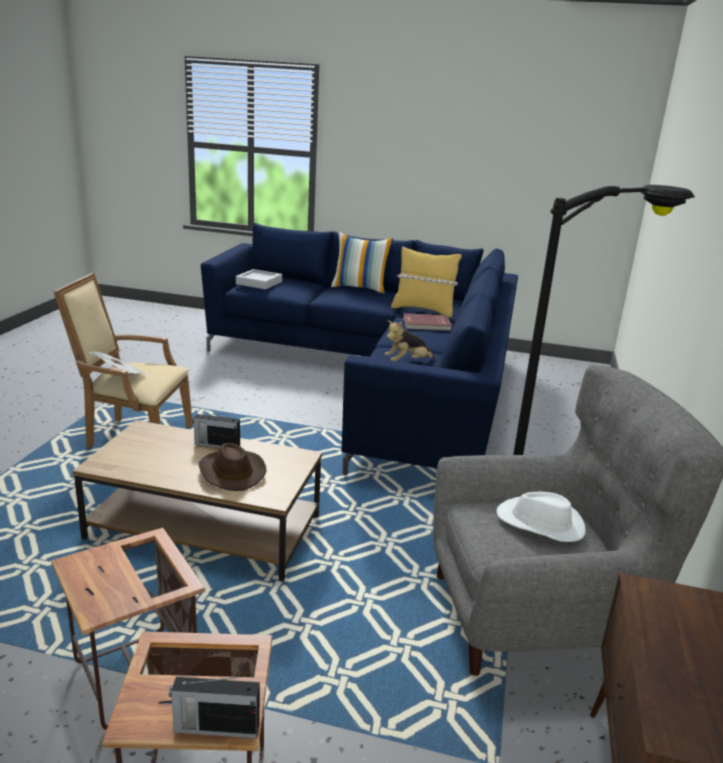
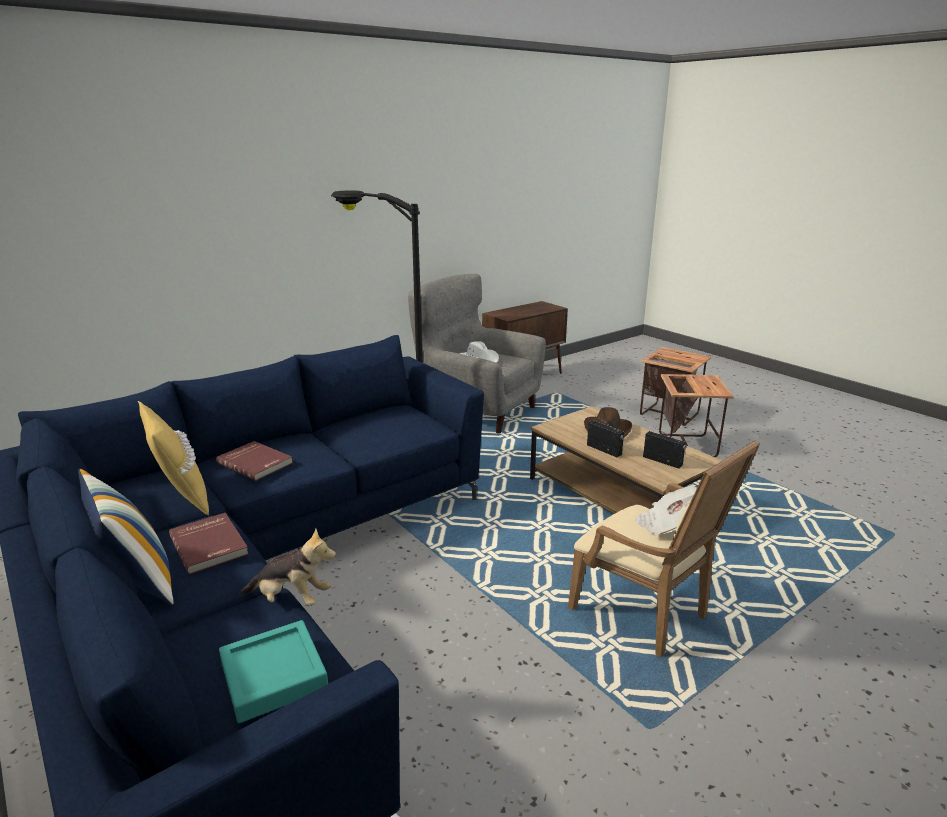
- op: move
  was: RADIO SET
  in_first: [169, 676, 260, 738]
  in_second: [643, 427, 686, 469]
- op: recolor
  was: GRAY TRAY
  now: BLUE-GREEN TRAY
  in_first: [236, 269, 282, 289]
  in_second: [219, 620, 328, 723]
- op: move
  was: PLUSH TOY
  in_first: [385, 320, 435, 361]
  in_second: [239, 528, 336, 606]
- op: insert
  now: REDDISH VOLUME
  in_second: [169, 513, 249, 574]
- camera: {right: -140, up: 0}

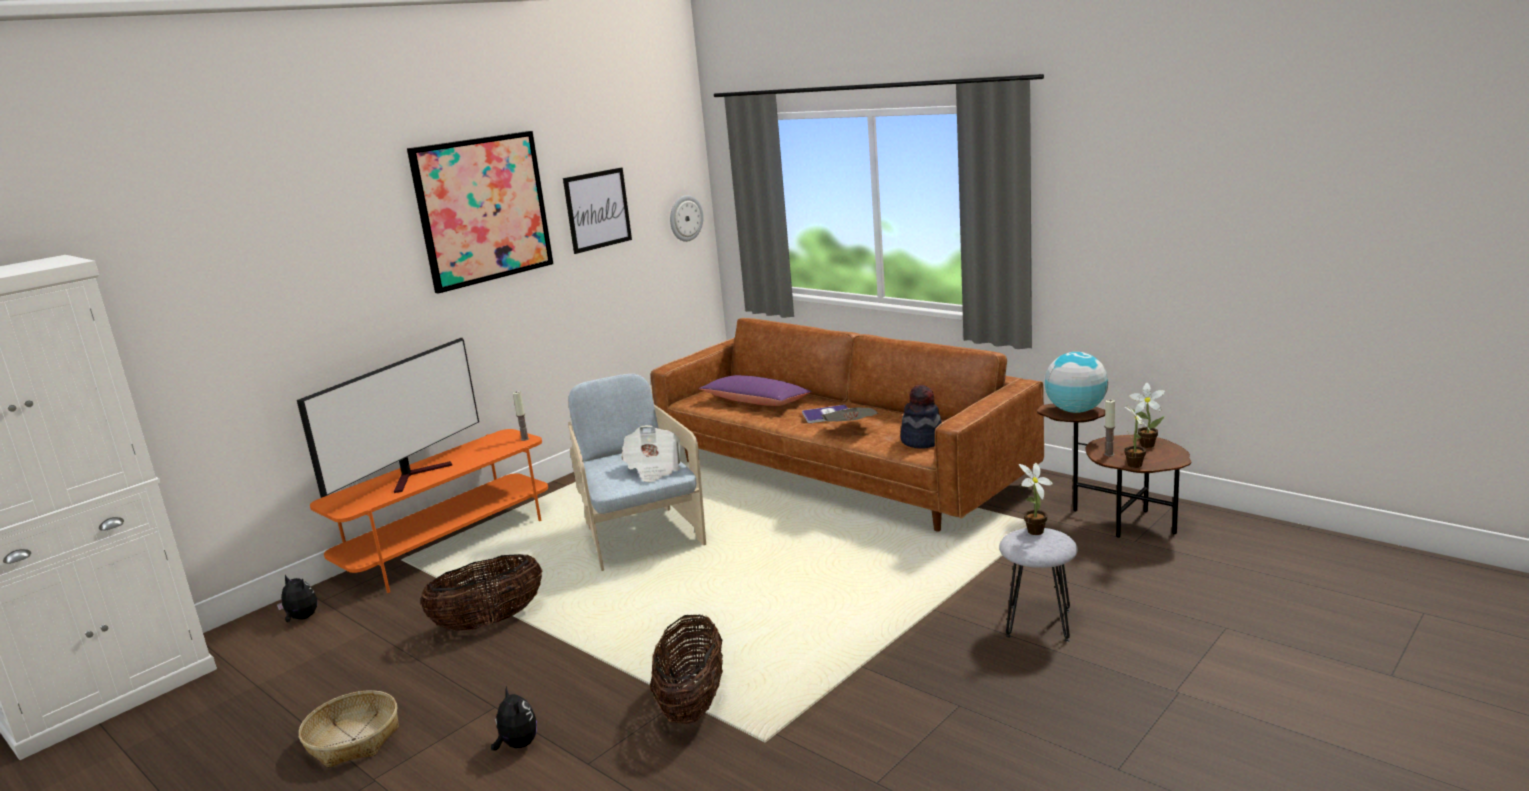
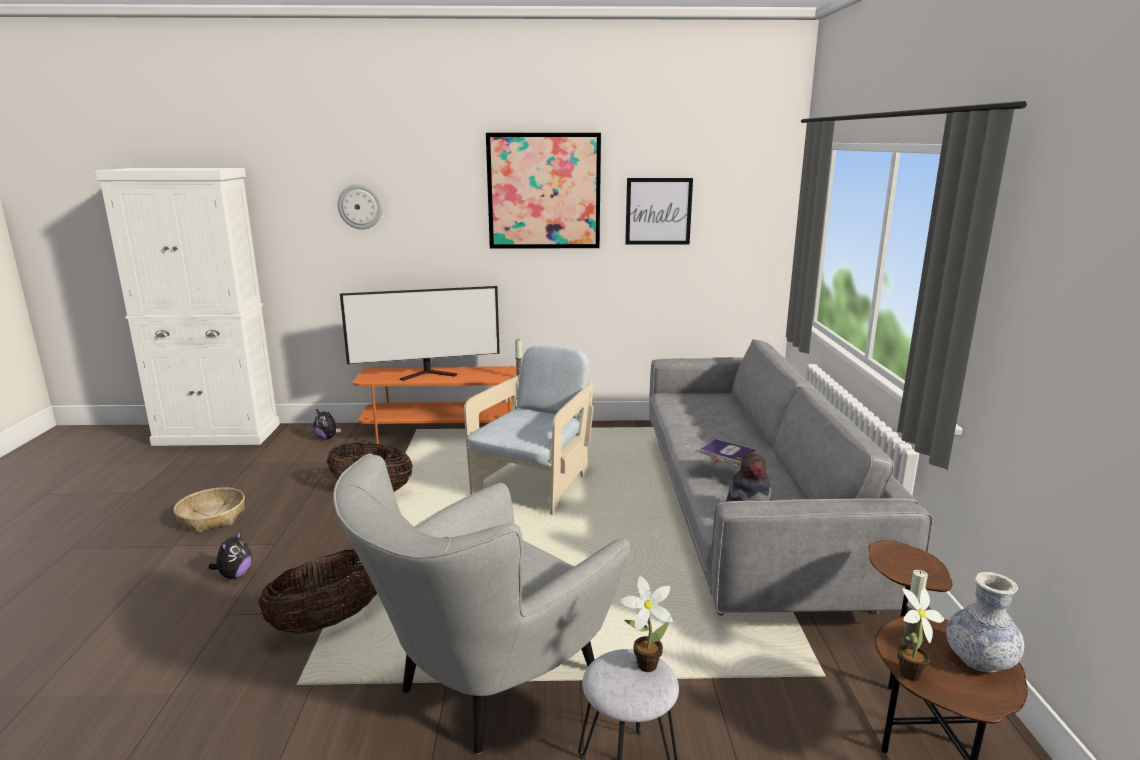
- op: rotate
  was: PLUSH TOY
  in_first: [277, 575, 317, 622]
  in_second: [313, 409, 341, 440]
  clockwise: 135
- op: delete
  was: PRINTED PAPER
  in_first: [621, 425, 681, 482]
- op: recolor
  was: BROWN SOFA
  now: GRAY SOFA
  in_first: [651, 318, 1044, 531]
  in_second: [649, 339, 933, 616]
- op: move
  was: CLOCK ON THE WALL
  in_first: [670, 195, 704, 242]
  in_second: [338, 184, 382, 229]
- op: delete
  was: PURPLE-COLOURED PILLOW
  in_first: [699, 375, 812, 406]
- op: delete
  was: GLOBE
  in_first: [1045, 352, 1108, 413]
- op: replace
  was: POTTED PLANT
  now: DECORATIVE VASE
  in_first: [1129, 383, 1166, 448]
  in_second: [946, 572, 1024, 673]
- op: insert
  now: GRAY EASY CHAIR
  in_second: [333, 454, 631, 754]
- camera: {right: 45, up: 0}

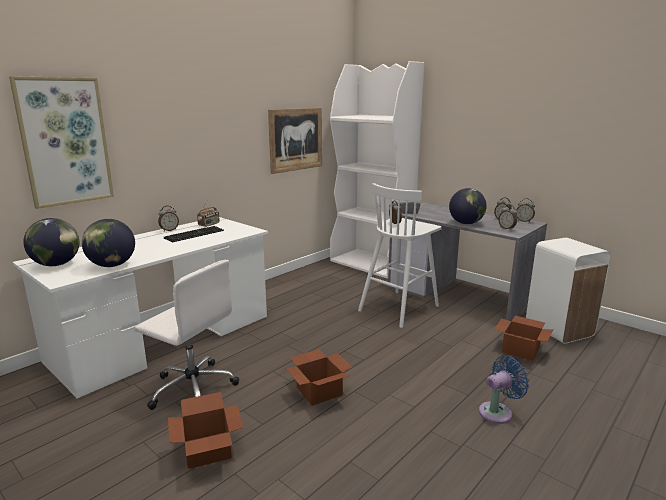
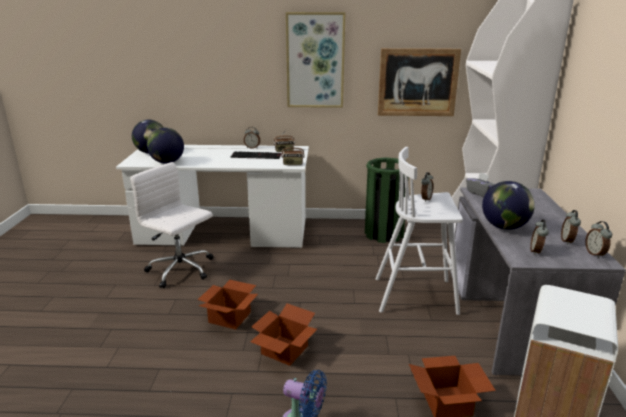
- op: move
  was: WALL PICTURE
  in_first: [9, 76, 114, 209]
  in_second: [286, 12, 346, 108]
- op: rotate
  was: WHITE-COLOURED OFFICE CHAIR
  in_first: [135, 260, 239, 410]
  in_second: [130, 162, 213, 288]
  clockwise: 135
- op: move
  was: CARDBOARD BOX
  in_first: [168, 392, 244, 469]
  in_second: [250, 303, 317, 366]
- op: insert
  now: RADIO SET
  in_second: [281, 140, 304, 165]
- op: insert
  now: GREEN RUBBISH BIN
  in_second: [365, 158, 405, 243]
- camera: {right: 50, up: 5}

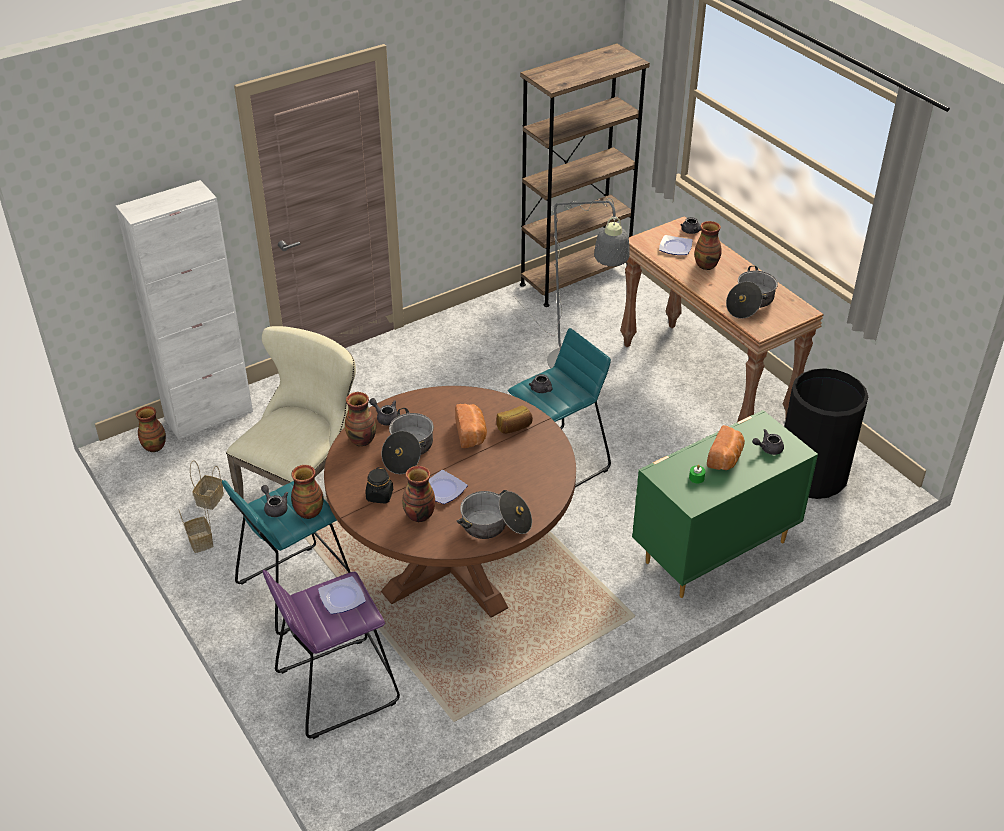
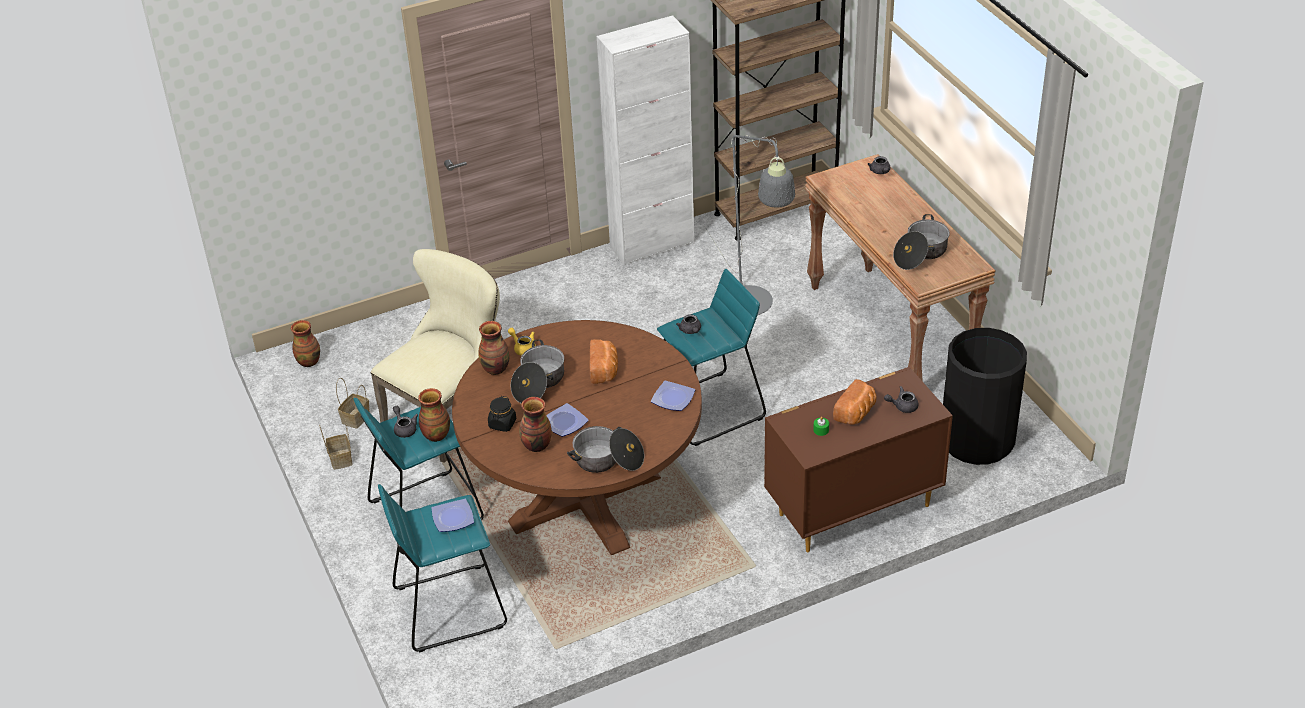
- op: move
  was: WHITE-COLOURED STORAGE CABINET
  in_first: [116, 180, 253, 440]
  in_second: [597, 15, 694, 266]
- op: recolor
  was: PURPLE-COLOURED SITTING STOOL
  now: BLUE-GREEN SITTING STOOL
  in_first: [263, 570, 400, 739]
  in_second: [378, 484, 507, 653]
- op: recolor
  was: GRAY POT FOR TEA
  now: YELLOW-COLOURED POT FOR TEA
  in_first: [369, 398, 398, 426]
  in_second: [508, 328, 536, 356]
- op: delete
  was: BAKERY BREAD
  in_first: [497, 406, 533, 434]
- op: recolor
  was: GREEN DRAWER CHEST
  now: BROWN DRAWER CHEST
  in_first: [632, 410, 818, 598]
  in_second: [764, 367, 953, 552]
- op: move
  was: FLAT DISH
  in_first: [659, 235, 692, 255]
  in_second: [651, 381, 695, 411]
- op: delete
  was: DECORATIVE VASE
  in_first: [694, 221, 722, 270]
- camera: {right: 10, up: 0}

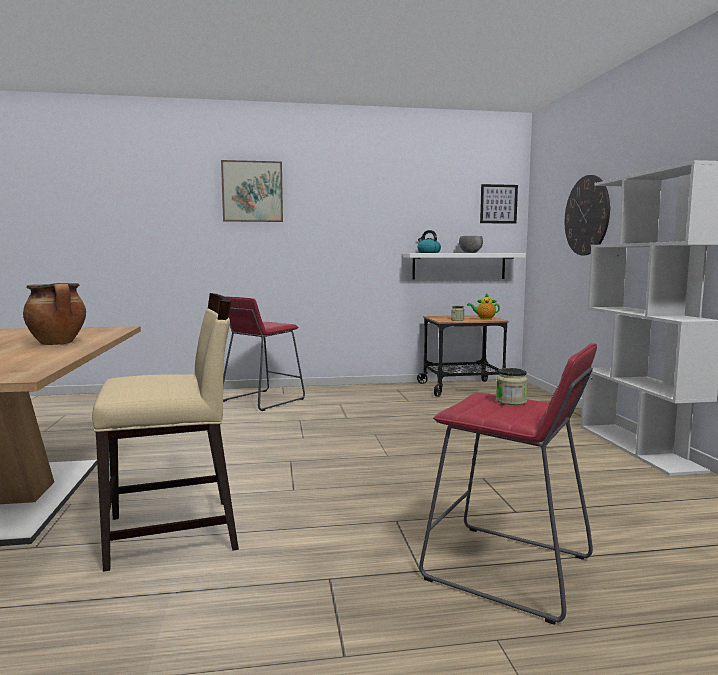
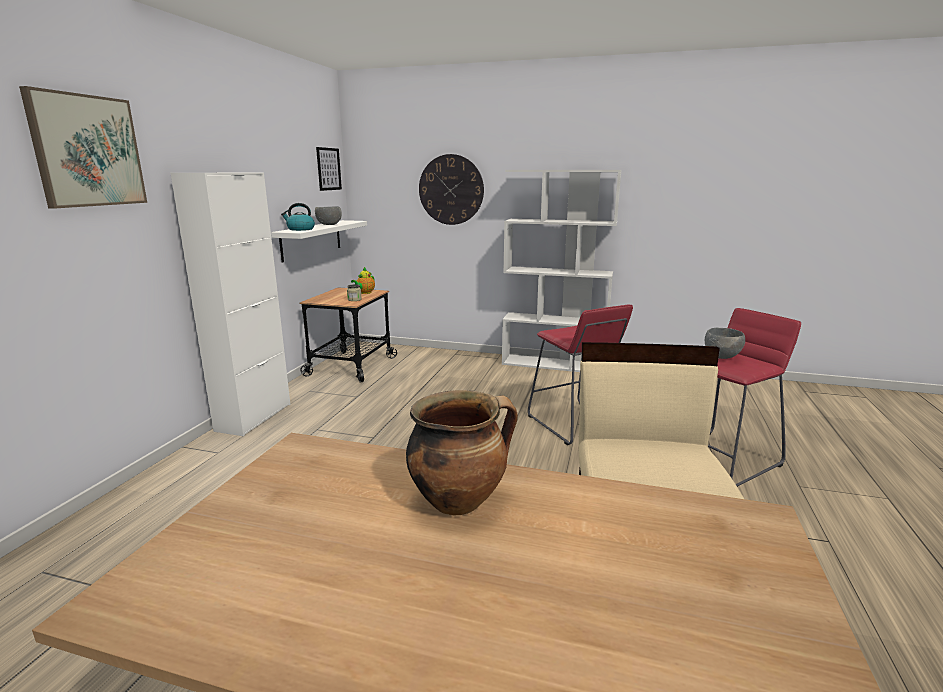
- op: move
  was: REDDISH SITTING STOOL
  in_first: [223, 297, 305, 411]
  in_second: [528, 304, 633, 445]
- op: replace
  was: PRESERVE JAR
  now: GRAY BOWL
  in_first: [496, 368, 528, 405]
  in_second: [705, 328, 745, 359]
- op: insert
  now: WHITE-COLOURED STORAGE CABINET
  in_second: [171, 173, 290, 436]
- camera: {right: -65, up: 10}

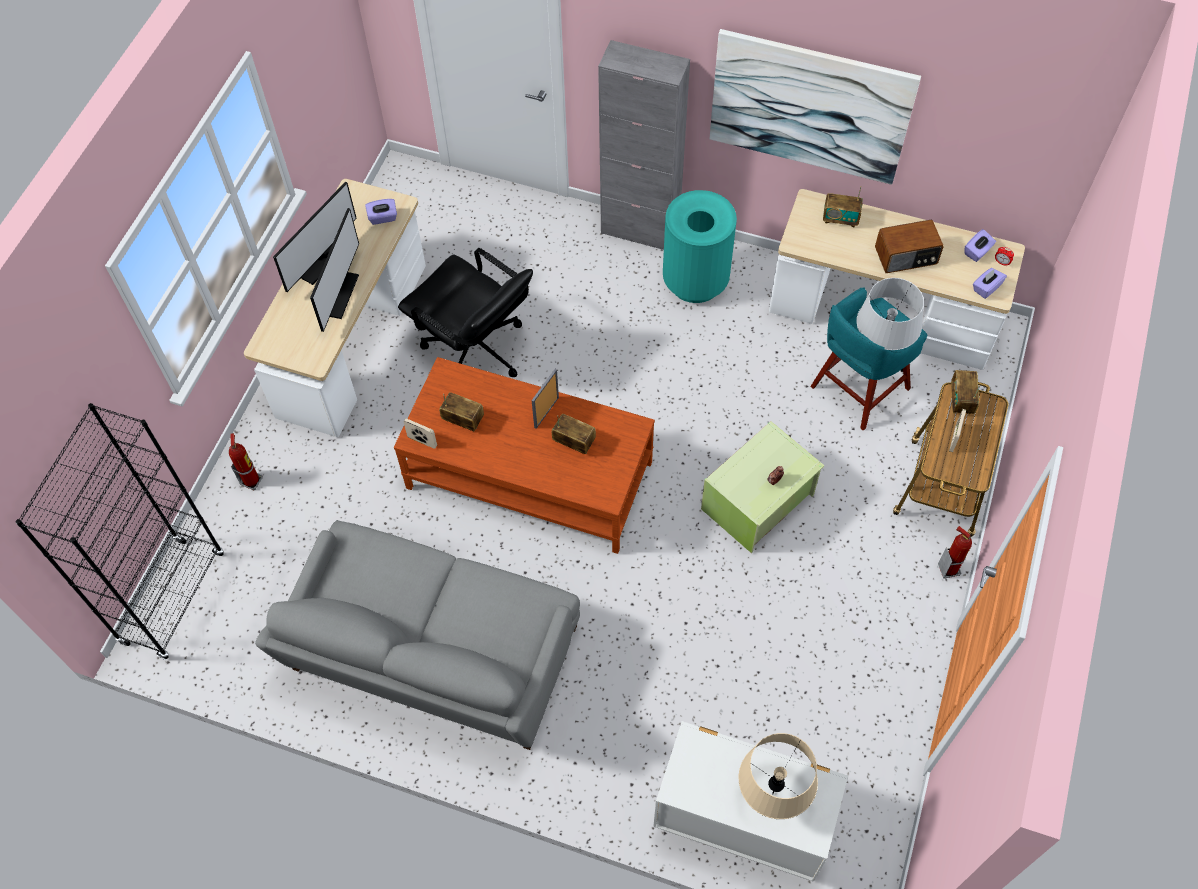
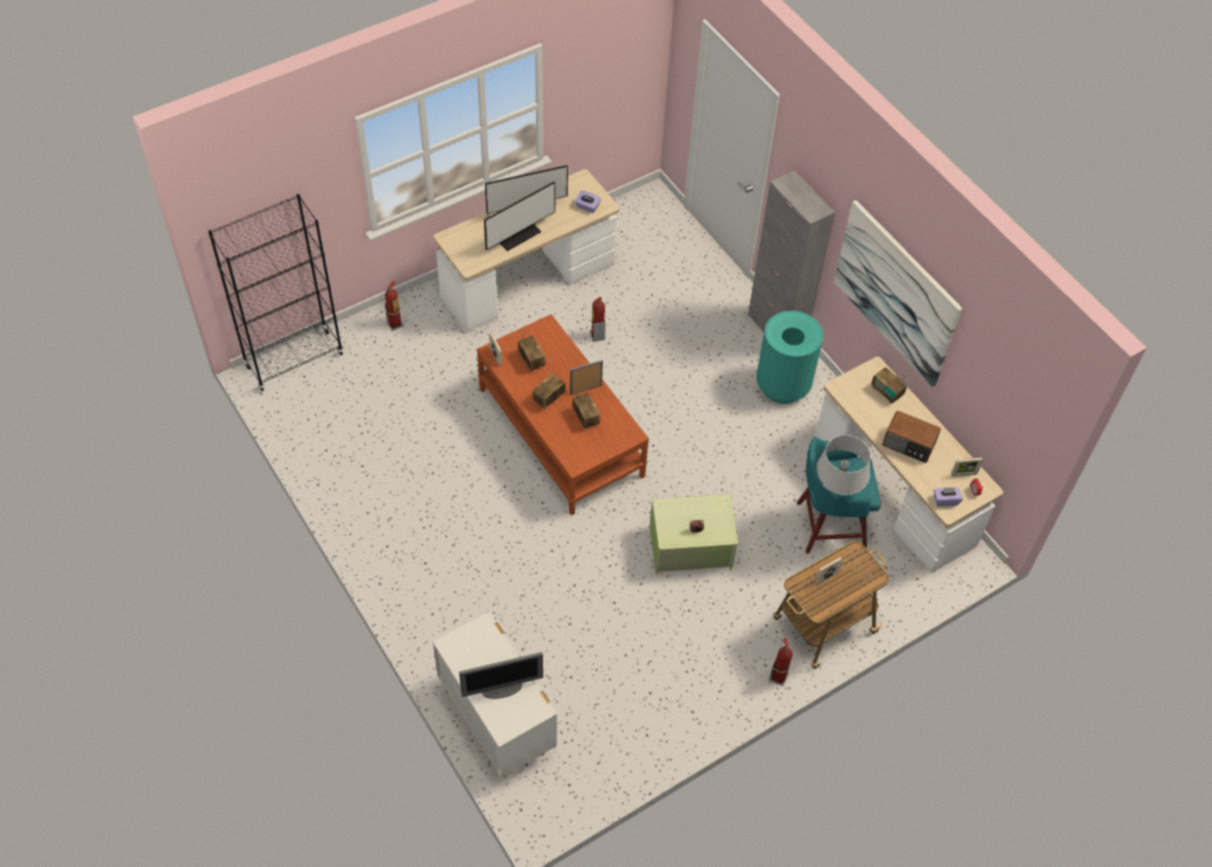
- op: delete
  was: GRAY SOFA
  in_first: [255, 520, 580, 750]
- op: replace
  was: BLACK OFFICE CHAIR
  now: FIRE-FIGHTING CYLINDER
  in_first: [398, 248, 533, 377]
  in_second: [590, 297, 606, 342]
- op: replace
  was: BEIGE LAMP FOR A TABLE
  now: COMPUTER DISPLAY
  in_first: [739, 733, 818, 819]
  in_second: [459, 652, 543, 699]
- op: move
  was: RADIO SET
  in_first: [951, 370, 980, 414]
  in_second: [532, 374, 565, 409]
- op: replace
  was: PURPLE-COLOURED TISSUE BOX
  now: STANDING FRAME
  in_first: [964, 229, 996, 262]
  in_second: [951, 457, 983, 477]
- camera: {right: 35, up: -5}

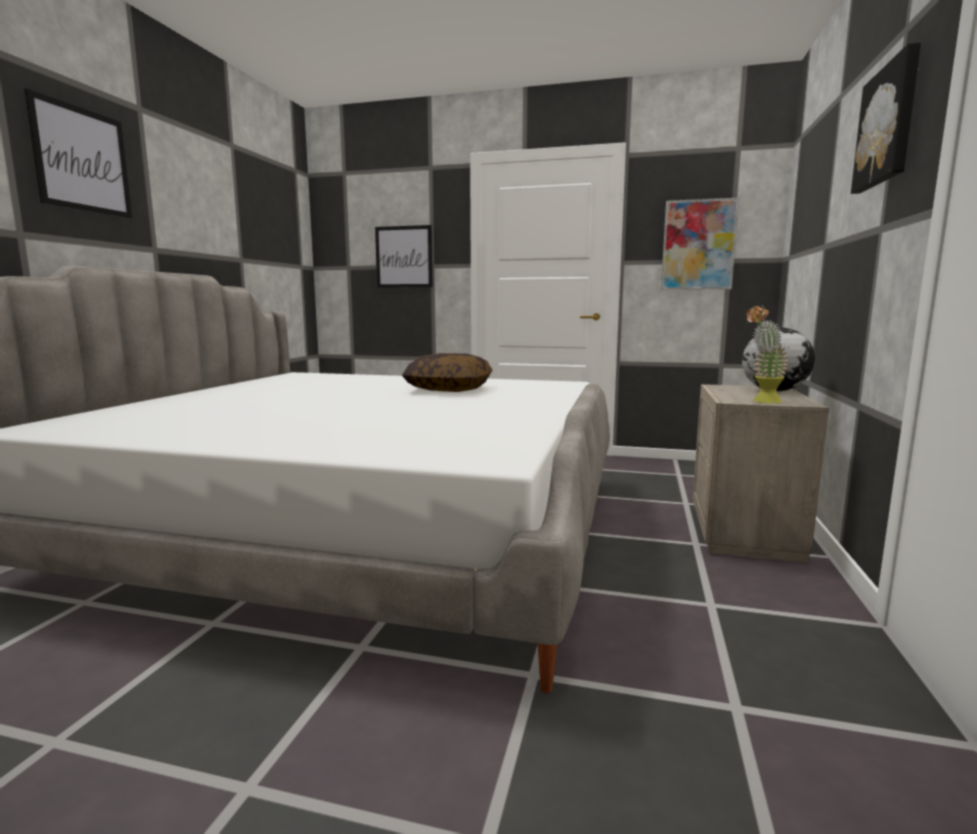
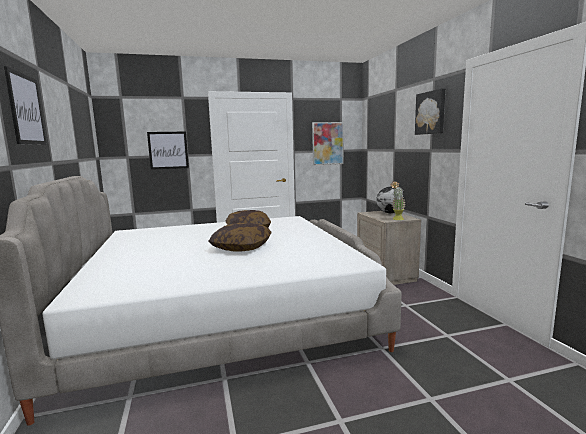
- op: insert
  now: PILLOW
  in_second: [208, 223, 271, 252]
- camera: {right: -30, up: 0}

